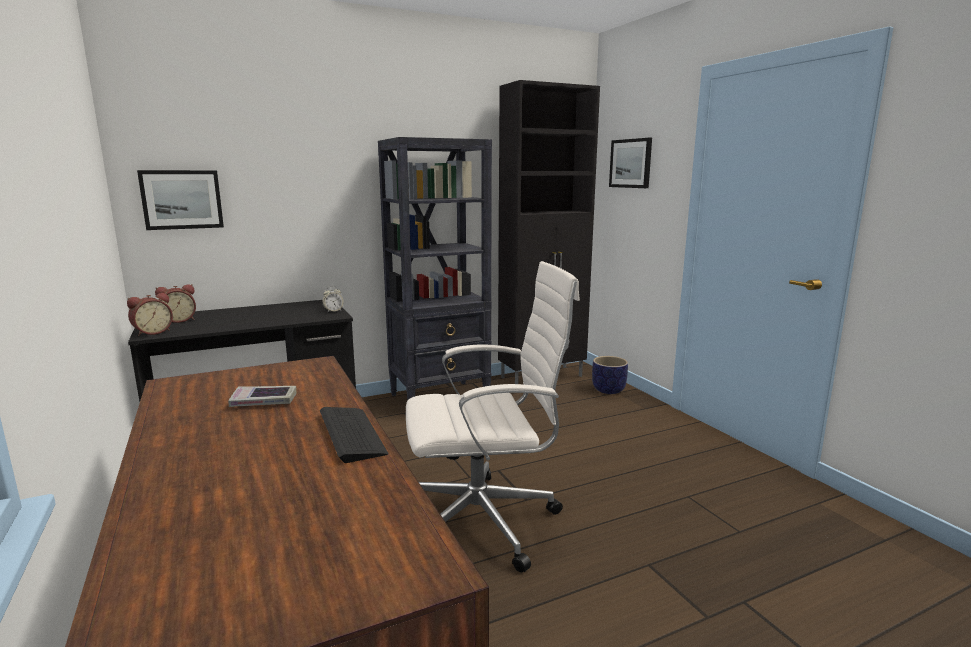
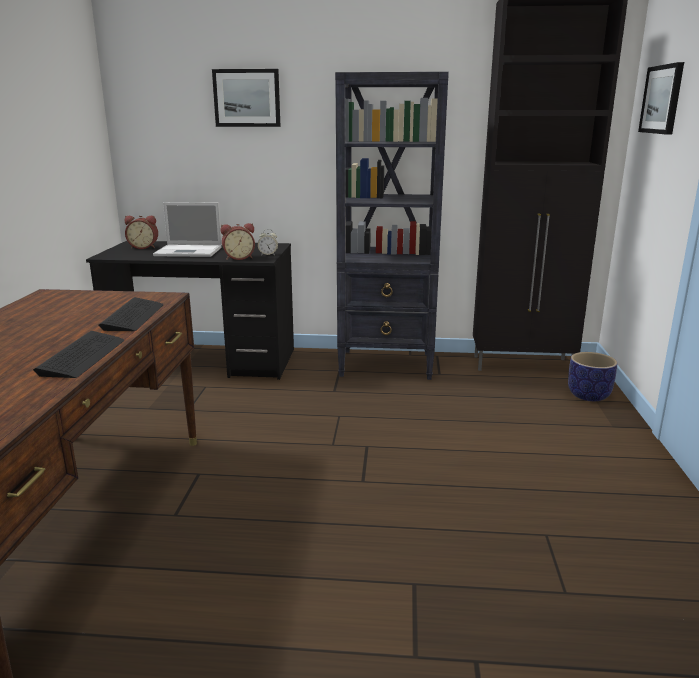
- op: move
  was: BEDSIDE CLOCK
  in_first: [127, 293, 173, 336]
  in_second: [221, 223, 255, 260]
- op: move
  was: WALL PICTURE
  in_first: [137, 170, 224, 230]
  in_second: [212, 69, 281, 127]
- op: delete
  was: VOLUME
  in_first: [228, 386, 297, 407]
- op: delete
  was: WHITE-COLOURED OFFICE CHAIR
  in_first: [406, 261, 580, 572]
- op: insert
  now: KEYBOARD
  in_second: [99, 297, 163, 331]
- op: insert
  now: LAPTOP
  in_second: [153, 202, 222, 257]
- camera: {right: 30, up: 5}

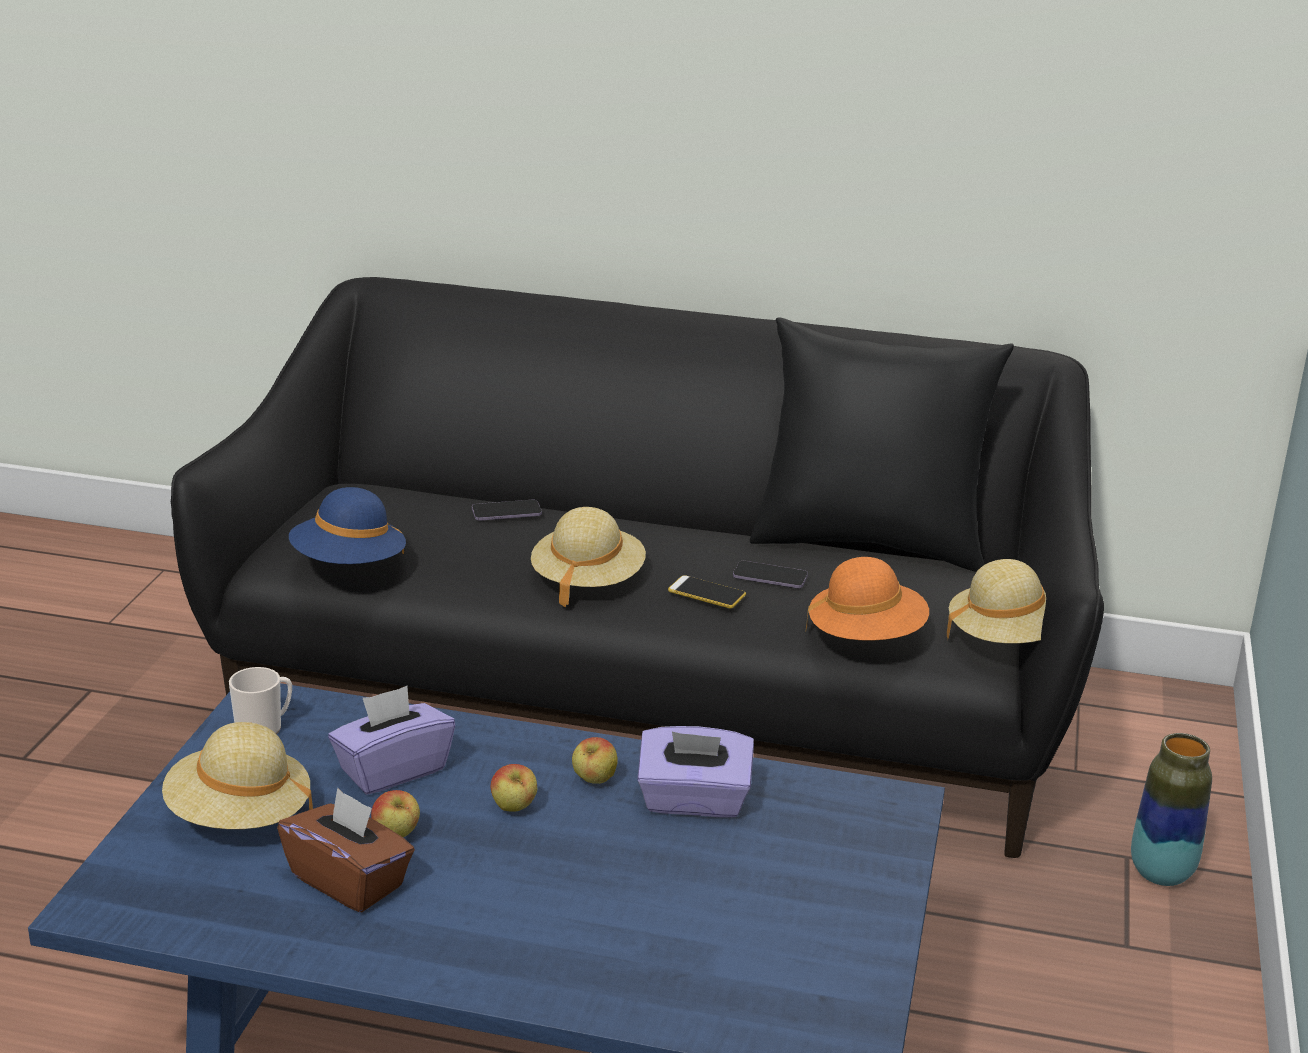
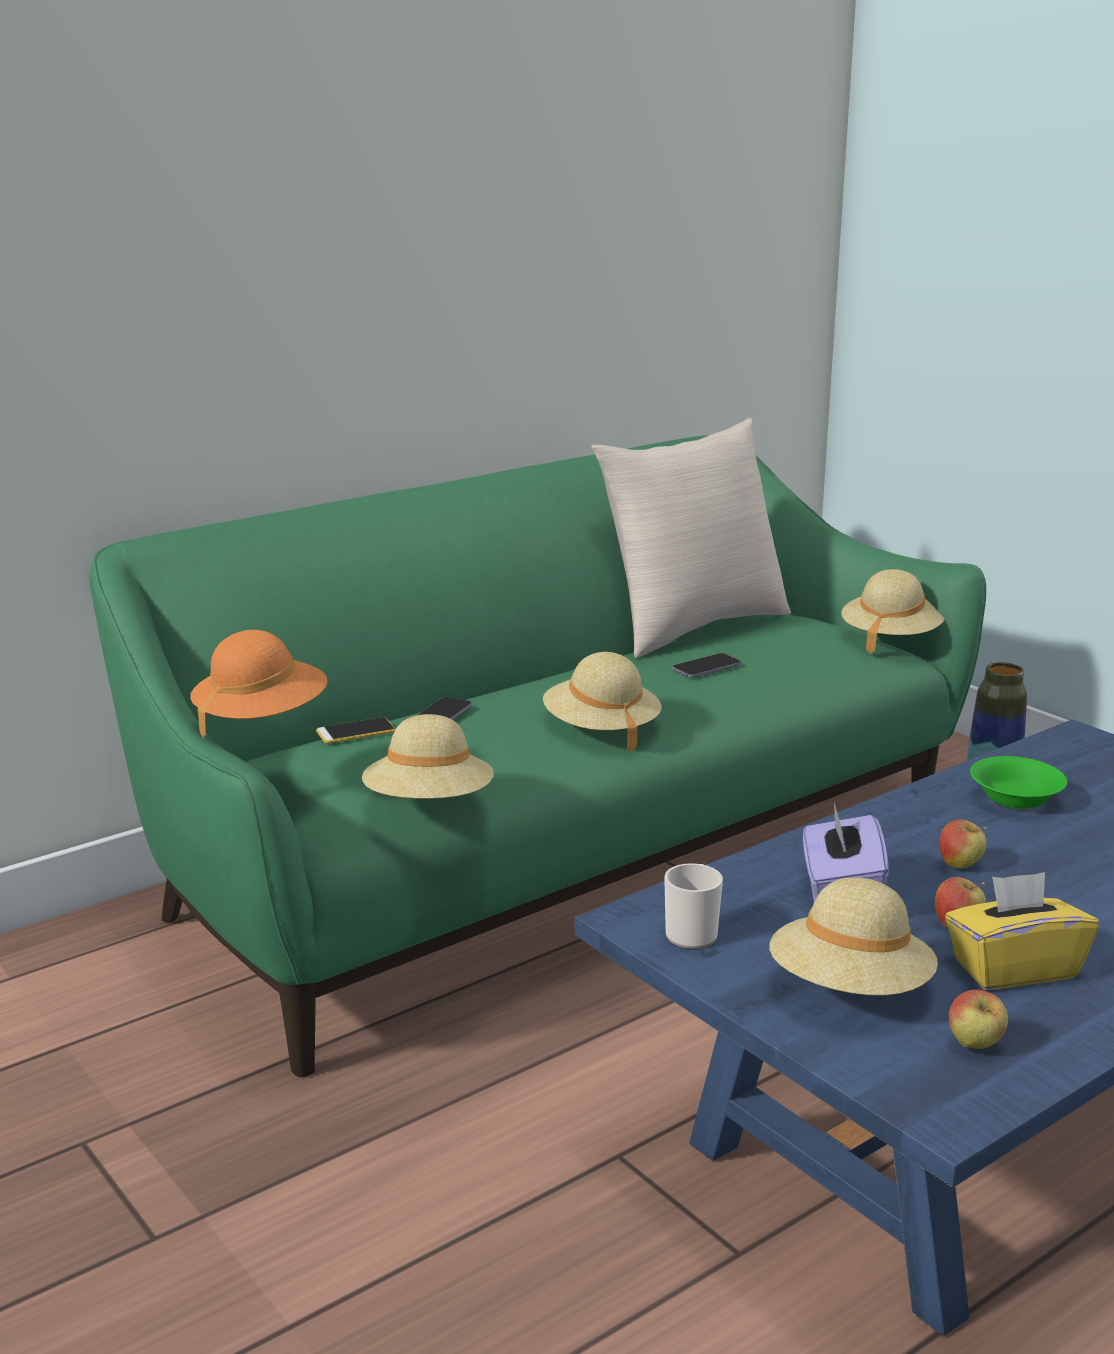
- op: recolor
  was: BLACK SOFA
  now: GREEN SOFA
  in_first: [171, 277, 1104, 858]
  in_second: [90, 435, 986, 1077]
- op: recolor
  was: BROWN TISSUE BOX
  now: YELLOW-COLOURED TISSUE BOX
  in_first: [277, 788, 415, 912]
  in_second: [945, 872, 1099, 990]
- op: recolor
  was: BLUISH HAT
  now: BEIGE HAT
  in_first: [289, 487, 406, 564]
  in_second: [362, 714, 494, 799]
- op: move
  was: APPLE FRUIT
  in_first: [572, 737, 618, 784]
  in_second: [949, 990, 1008, 1049]
- op: replace
  was: PURPLE-COLOURED TISSUE BOX
  now: GREEN BOWL
  in_first: [637, 726, 754, 818]
  in_second: [970, 756, 1067, 809]
- op: move
  was: HANDSET
  in_first: [668, 575, 746, 608]
  in_second: [316, 717, 395, 744]
- op: recolor
  was: BLACK PILLOW
  now: BEIGE PILLOW
  in_first: [750, 318, 1014, 572]
  in_second: [591, 418, 791, 658]
- op: move
  was: ORANGE-COLOURED HAT
  in_first: [806, 557, 929, 641]
  in_second: [190, 630, 328, 738]
- camera: {right: -50, up: -5}

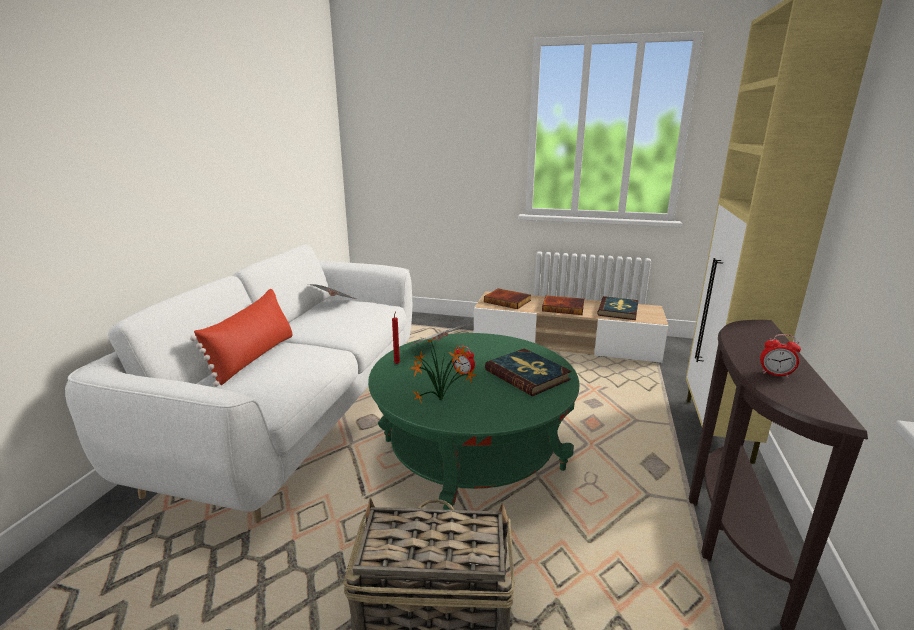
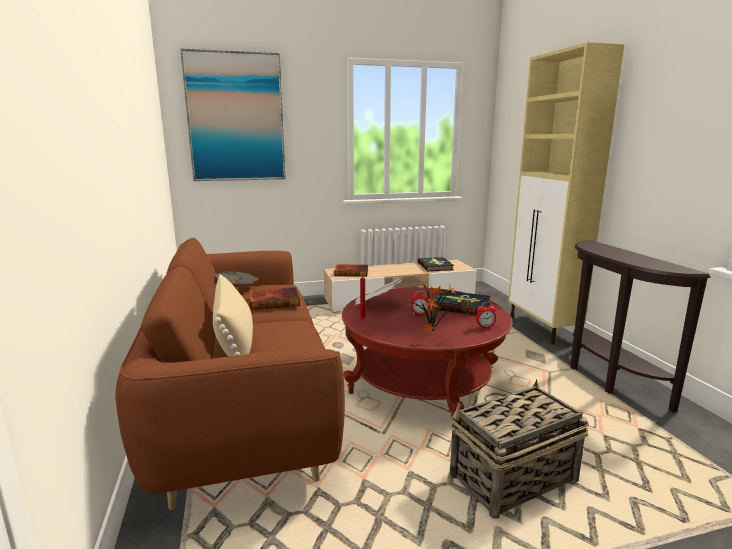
- op: recolor
  was: WHITE-COLOURED SOFA
  now: BROWN SOFA
  in_first: [65, 244, 412, 523]
  in_second: [115, 238, 345, 510]
- op: recolor
  was: REDDISH PILLOW
  now: BEIGE PILLOW
  in_first: [190, 289, 293, 387]
  in_second: [213, 274, 253, 357]
- op: recolor
  was: GREEN COFFEE TABLE
  now: REDDISH COFFEE TABLE
  in_first: [368, 333, 580, 510]
  in_second: [342, 288, 513, 417]
- op: move
  was: VOLUME
  in_first: [542, 295, 584, 315]
  in_second: [250, 287, 300, 310]
- op: move
  was: BEDSIDE CLOCK
  in_first: [760, 334, 801, 378]
  in_second: [476, 302, 496, 328]
- op: insert
  now: WALL PICTURE
  in_second: [180, 48, 286, 181]
- camera: {right: -30, up: -5}

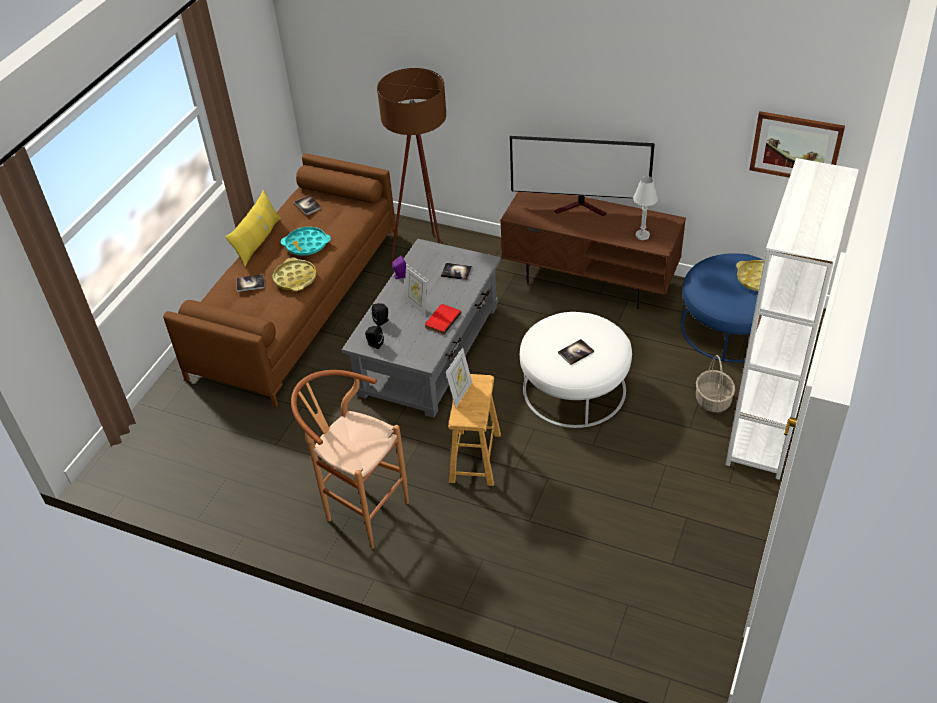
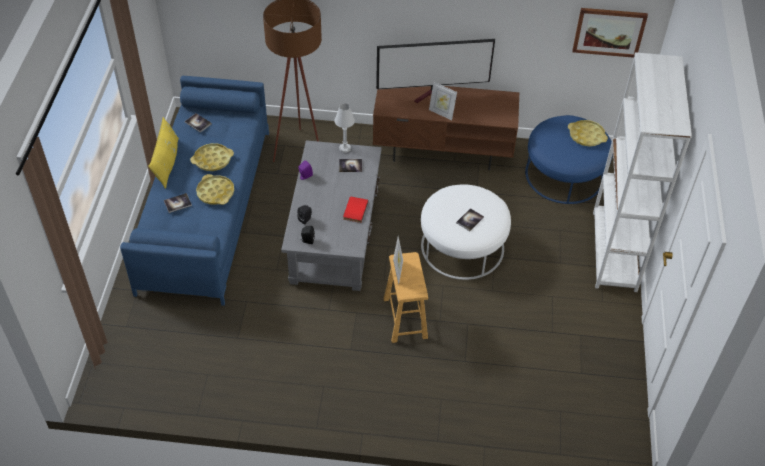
- op: recolor
  was: BROWN SOFA
  now: BLUISH SOFA
  in_first: [163, 153, 398, 407]
  in_second: [120, 76, 269, 306]
- op: recolor
  was: BLUE-GREEN TRAY
  now: YELLOW-COLOURED TRAY
  in_first: [281, 227, 331, 256]
  in_second: [190, 143, 234, 171]
- op: delete
  was: BROWN SITTING STOOL
  in_first: [291, 370, 409, 549]
- op: move
  was: STANDING FRAME
  in_first: [404, 264, 428, 316]
  in_second: [429, 82, 457, 120]
- op: move
  was: WHITE-COLOURED LAMP FOR A TABLE
  in_first: [633, 176, 658, 240]
  in_second: [335, 103, 355, 153]
- op: delete
  was: HOUSEHOLD BASKET
  in_first: [696, 355, 735, 413]
- camera: {right: -20, up: 5}

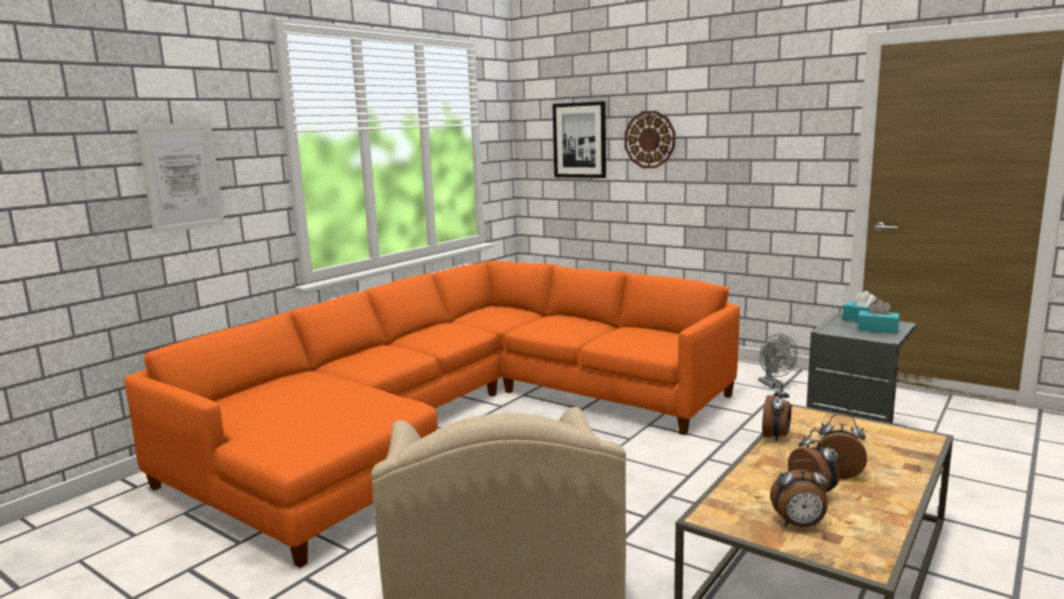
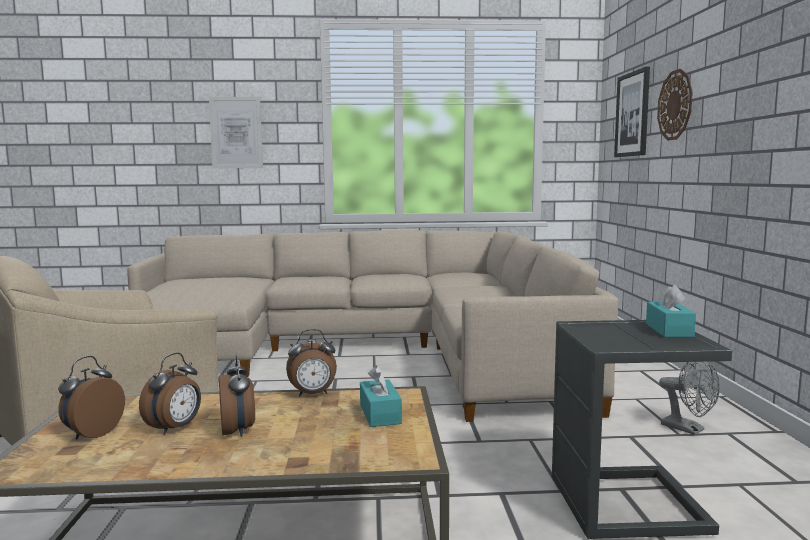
- op: recolor
  was: ORANGE-COLOURED SOFA
  now: BEIGE SOFA
  in_first: [124, 260, 740, 568]
  in_second: [127, 230, 619, 422]
- op: rotate
  was: GRAY ELECTRIC FAN
  in_first: [758, 334, 798, 389]
  in_second: [659, 361, 720, 435]
  clockwise: -75
- op: rotate
  was: BEDSIDE CLOCK
  in_first: [770, 460, 829, 527]
  in_second: [58, 356, 125, 440]
  clockwise: 60
- op: move
  was: BLUE-GREEN TISSUE BOX
  in_first: [857, 299, 899, 334]
  in_second: [360, 366, 402, 427]
- camera: {right: 50, up: -5}

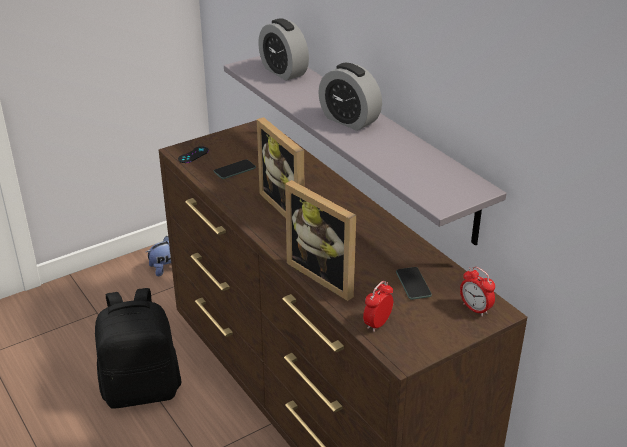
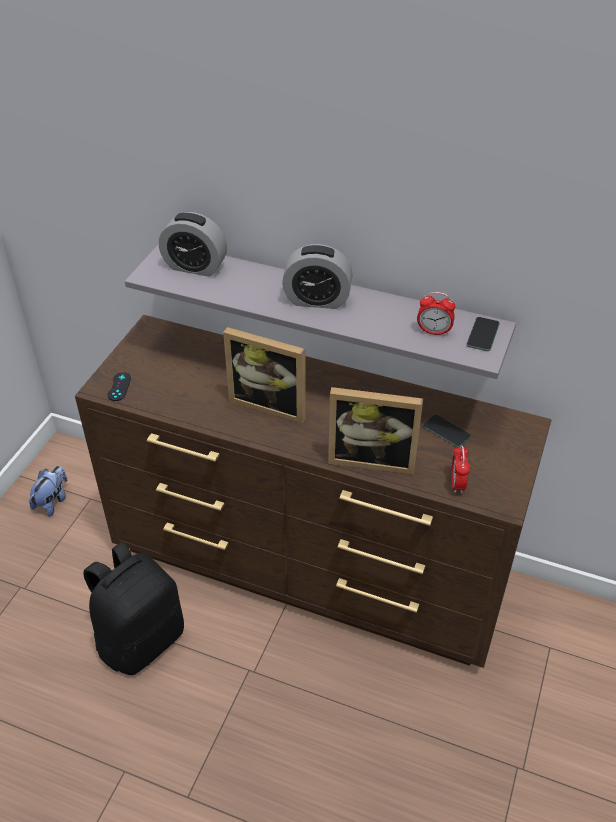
- op: move
  was: HANDSET
  in_first: [214, 159, 256, 179]
  in_second: [466, 317, 500, 351]
- op: move
  was: BEDSIDE CLOCK
  in_first: [460, 267, 495, 316]
  in_second: [417, 292, 455, 336]
- camera: {right: -35, up: 10}

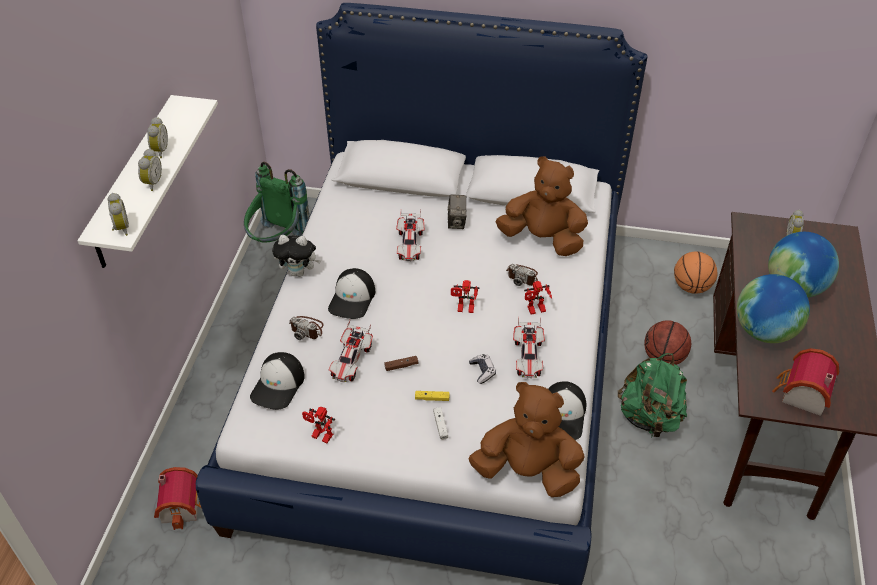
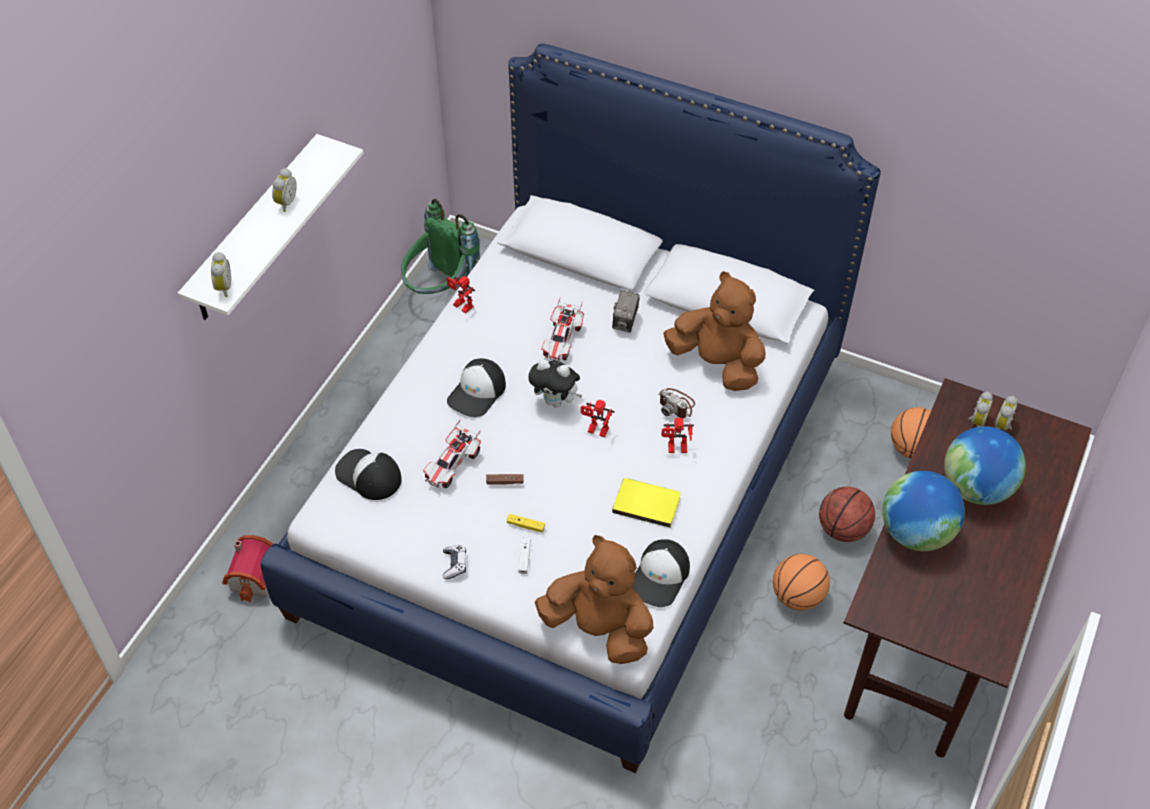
- op: move
  was: BEDSIDE CLOCK
  in_first: [138, 148, 162, 191]
  in_second: [968, 392, 993, 427]
- op: rotate
  was: CAP
  in_first: [250, 352, 305, 410]
  in_second: [335, 449, 402, 500]
  clockwise: 90
- op: move
  was: PLUSH TOY
  in_first: [272, 235, 321, 277]
  in_second: [528, 359, 583, 407]
- op: delete
  was: STILL CAMERA
  in_first: [289, 316, 324, 340]
- op: move
  was: MODEL ROBOT
  in_first: [302, 406, 335, 443]
  in_second: [447, 276, 475, 314]
- op: move
  was: JOYPAD
  in_first: [469, 354, 496, 384]
  in_second: [443, 545, 466, 579]
- op: replace
  was: TOY CAR
  now: YELLOW-COLOURED VOLUME
  in_first: [513, 317, 545, 378]
  in_second: [612, 478, 681, 528]
- op: replace
  was: GREEN KNAPSACK
  now: BALL FOR BASKETBALL
  in_first: [618, 353, 687, 437]
  in_second: [773, 554, 830, 611]
- op: delete
  was: MINIATURE HOUSE
  in_first: [772, 348, 839, 416]
- camera: {right: 15, up: 5}

